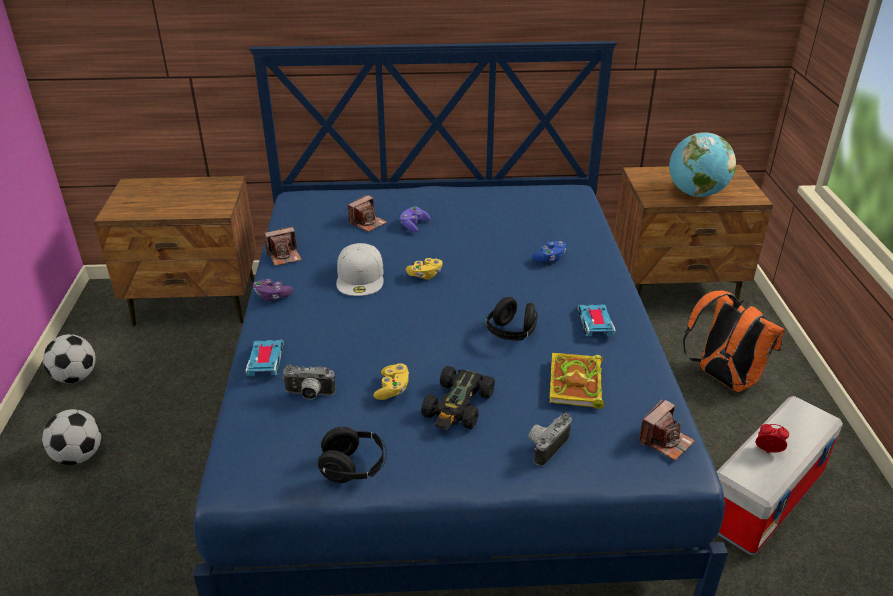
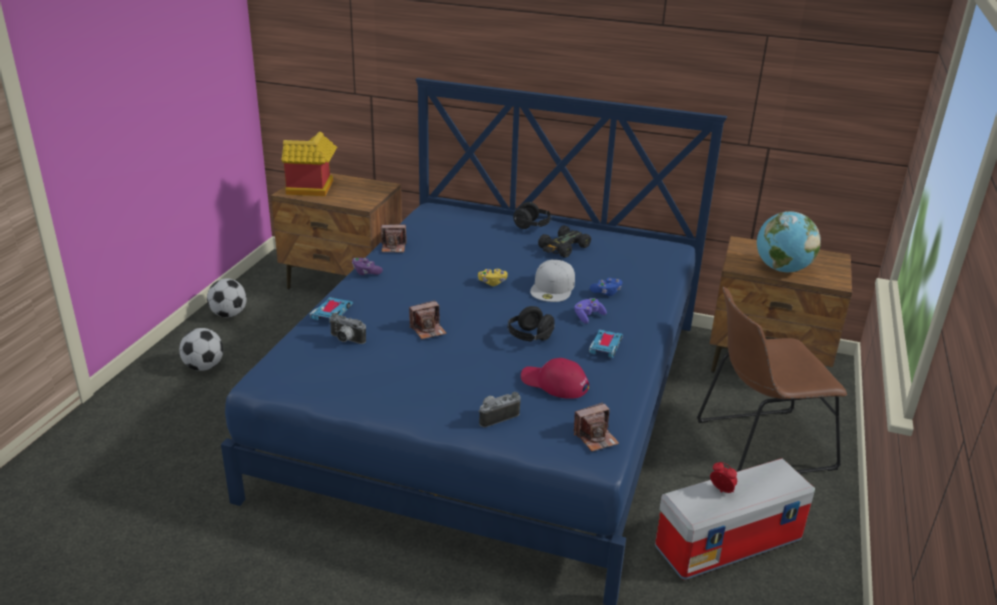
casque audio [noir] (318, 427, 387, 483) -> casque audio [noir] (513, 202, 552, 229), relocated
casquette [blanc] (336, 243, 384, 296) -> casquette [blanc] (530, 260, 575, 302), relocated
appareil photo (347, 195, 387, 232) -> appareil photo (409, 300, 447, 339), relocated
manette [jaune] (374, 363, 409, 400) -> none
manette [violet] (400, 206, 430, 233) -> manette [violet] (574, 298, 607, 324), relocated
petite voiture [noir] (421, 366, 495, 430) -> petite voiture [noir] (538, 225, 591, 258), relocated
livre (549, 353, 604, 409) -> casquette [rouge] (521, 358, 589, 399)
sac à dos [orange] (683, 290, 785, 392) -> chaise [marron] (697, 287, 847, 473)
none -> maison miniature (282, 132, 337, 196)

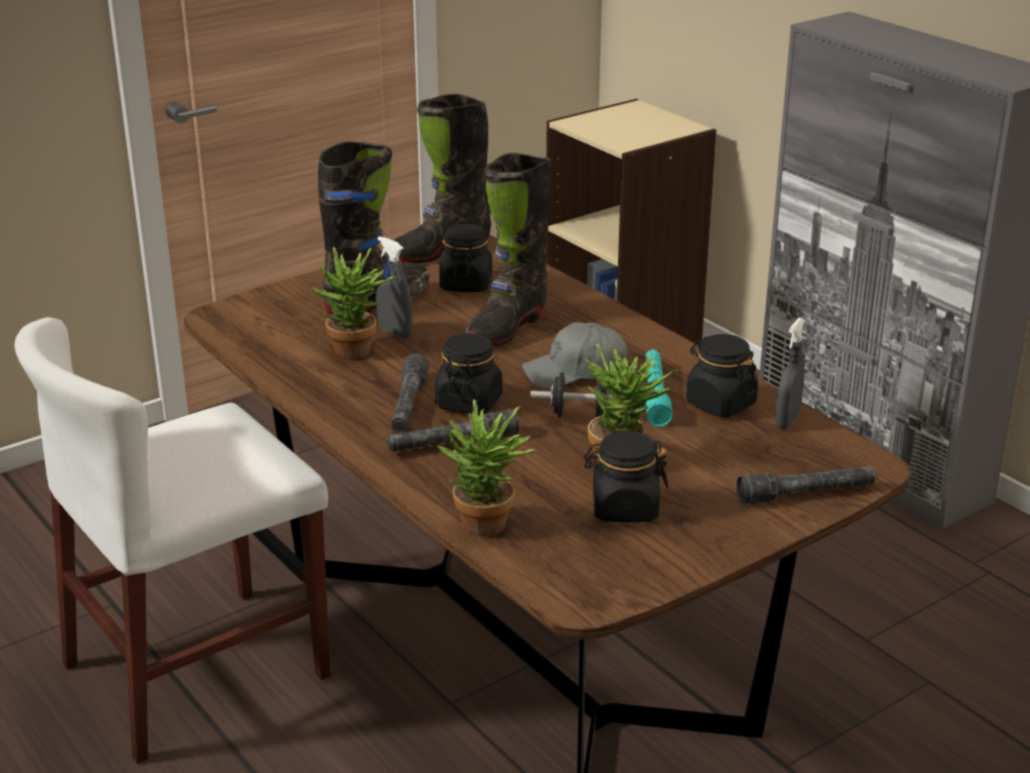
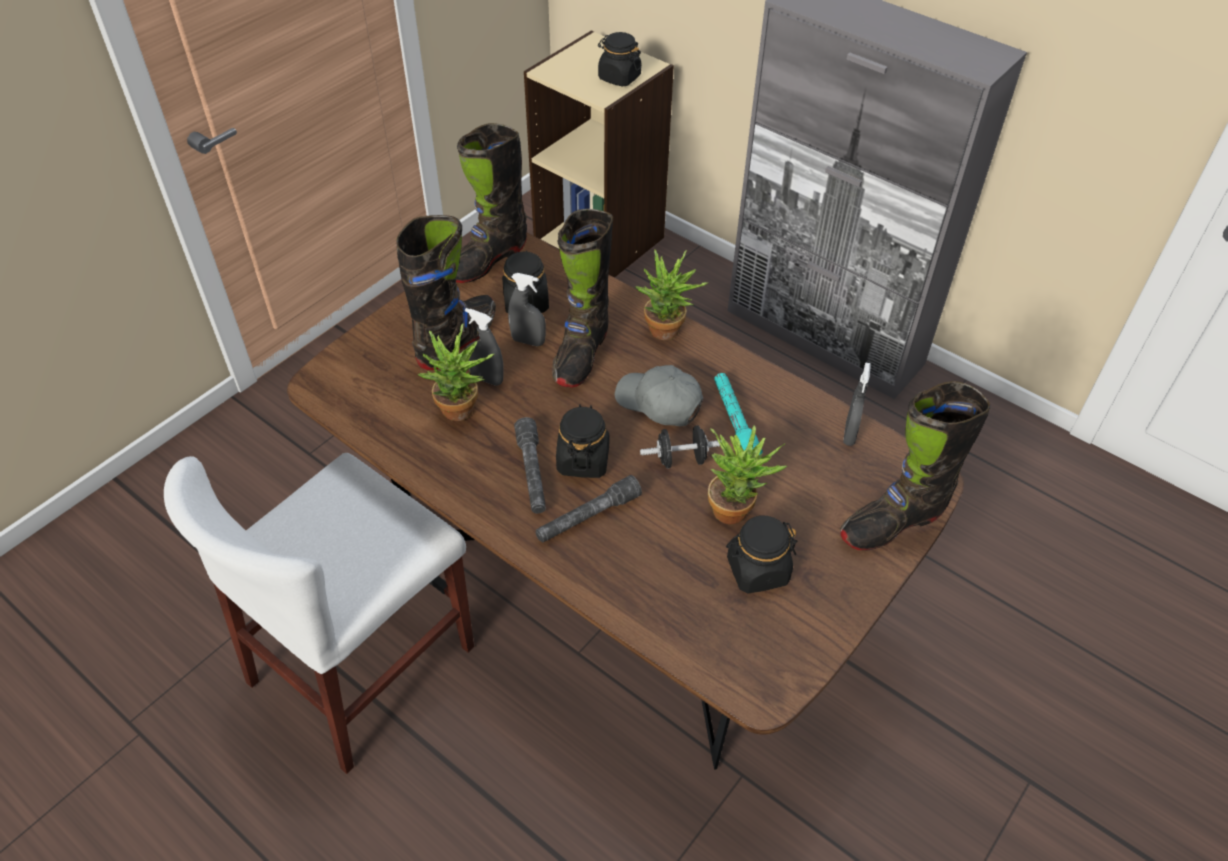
plante en pot (436, 399, 537, 537) -> plante en pot (635, 250, 708, 340), relocated
casquette [gris] (522, 322, 628, 389) -> casquette [gris] (615, 365, 703, 426), 60 degrees clockwise
bocal [noir] (686, 334, 758, 417) -> bocal [noir] (598, 32, 642, 87), relocated
lampe de poche [gris] (736, 466, 876, 504) -> botte [noir] (840, 381, 990, 551)
none -> vaporisateur [gris] (508, 273, 546, 346)

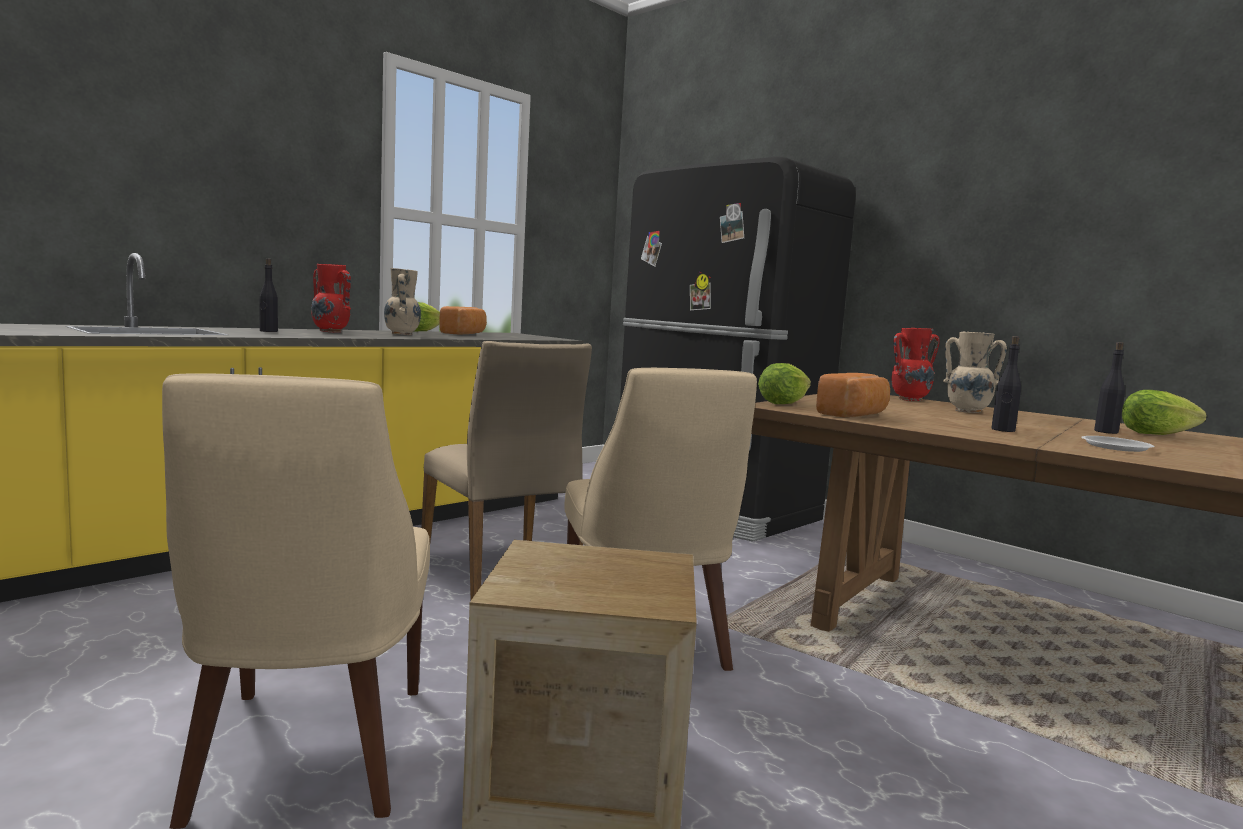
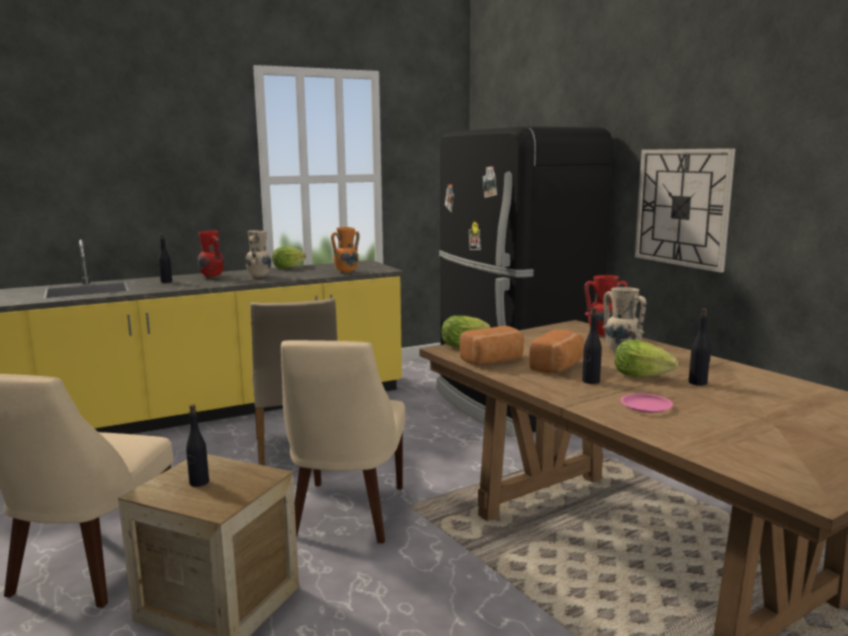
pain (439, 306, 487, 334) -> pain (529, 329, 585, 373), relocated
assiette [blanc] (1081, 436, 1155, 452) -> assiette [rose] (621, 393, 673, 413)
laitue (1122, 390, 1207, 435) -> laitue (615, 340, 678, 378), relocated
none -> bouteille [noir] (186, 405, 209, 487)
none -> vase [orange] (331, 227, 360, 274)
none -> horloge murale (635, 148, 736, 273)

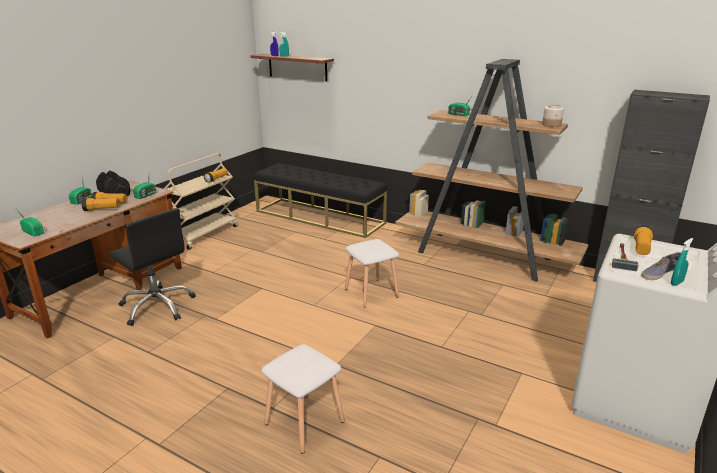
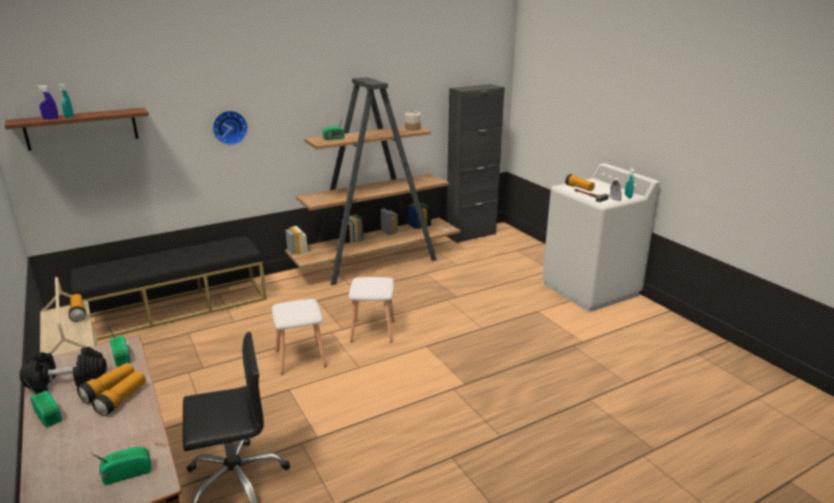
tabouret [blanc] (261, 344, 345, 454) -> tabouret [blanc] (272, 299, 327, 375), relocated
none -> horloge murale (213, 111, 248, 145)

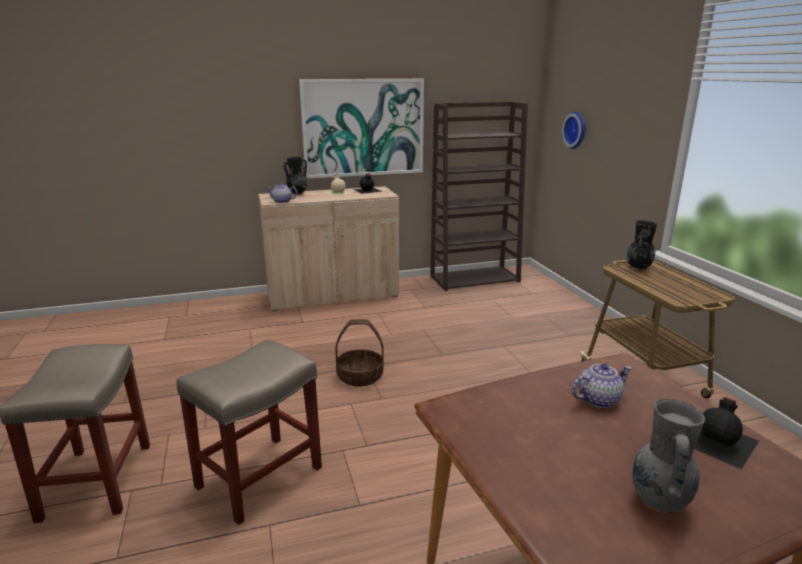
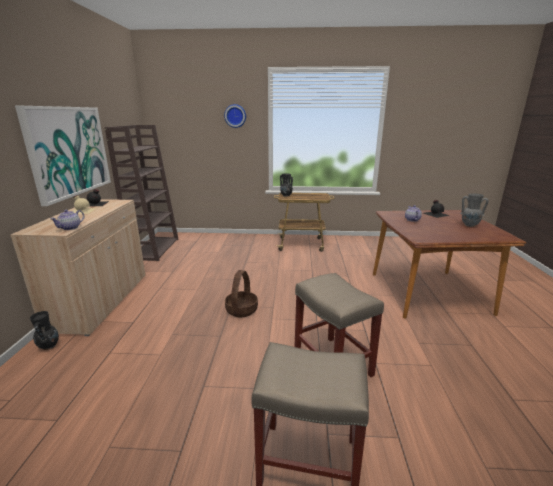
vase [noir] (283, 157, 308, 195) -> vase [noir] (30, 311, 59, 350), relocated
horloge murale (562, 112, 585, 149) -> horloge murale (224, 104, 246, 128), relocated

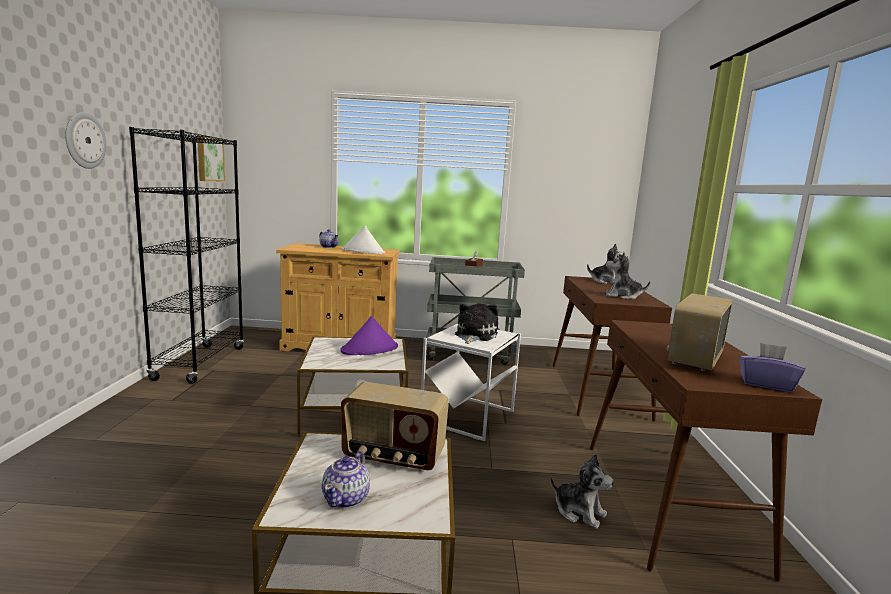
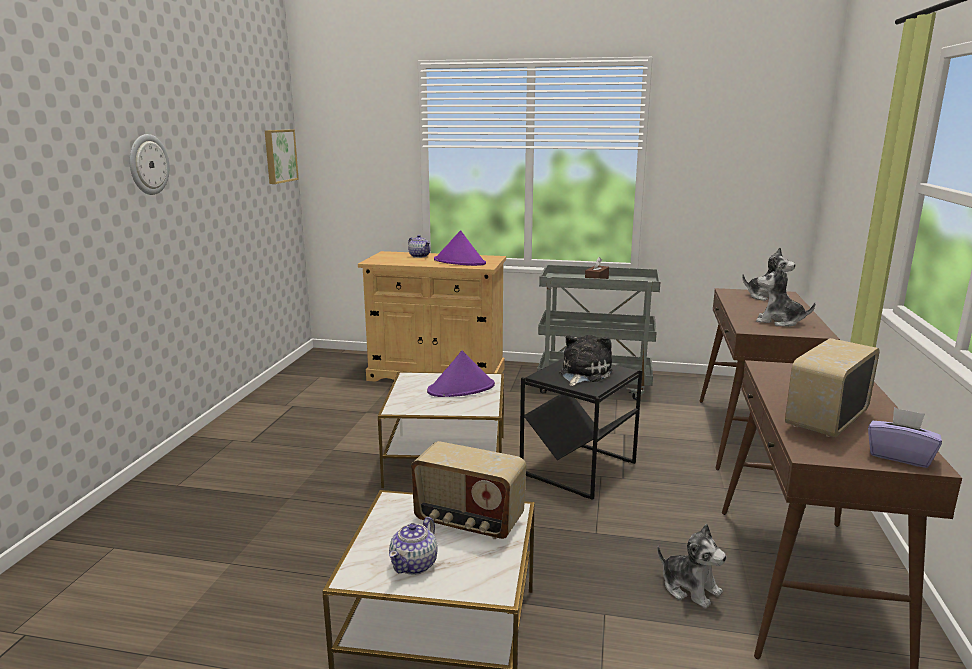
bibliothèque [noir] (129, 127, 244, 384) -> none
chapeau [blanc] (342, 226, 385, 254) -> chapeau [violet] (434, 230, 486, 266)
table d'appoint [blanc] (421, 324, 521, 441) -> table d'appoint [noir] (520, 358, 643, 500)

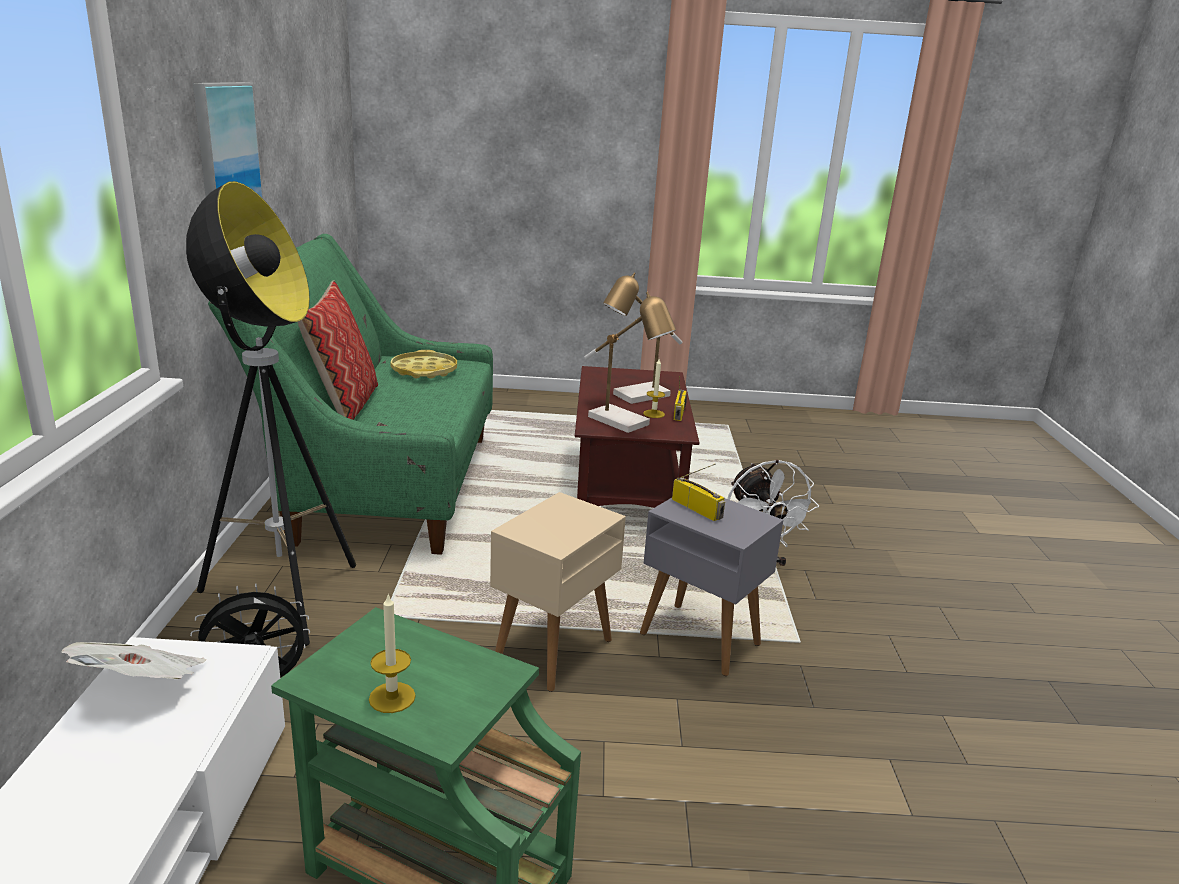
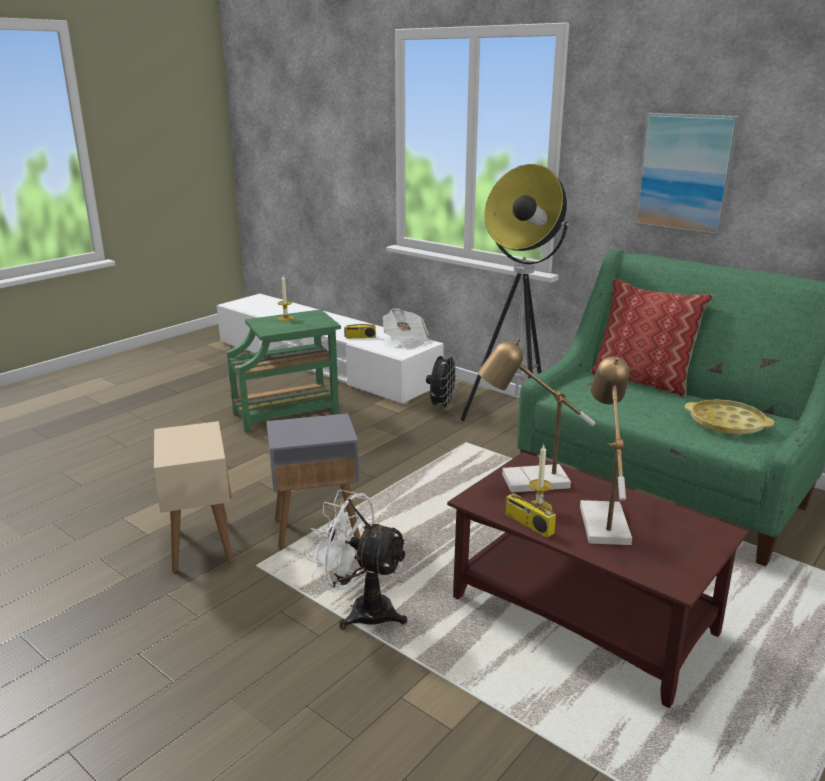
table d'appoint [beige] (490, 492, 626, 692) -> table d'appoint [beige] (154, 421, 234, 572), relocated
radio (672, 464, 725, 521) -> radio (344, 308, 376, 338), relocated

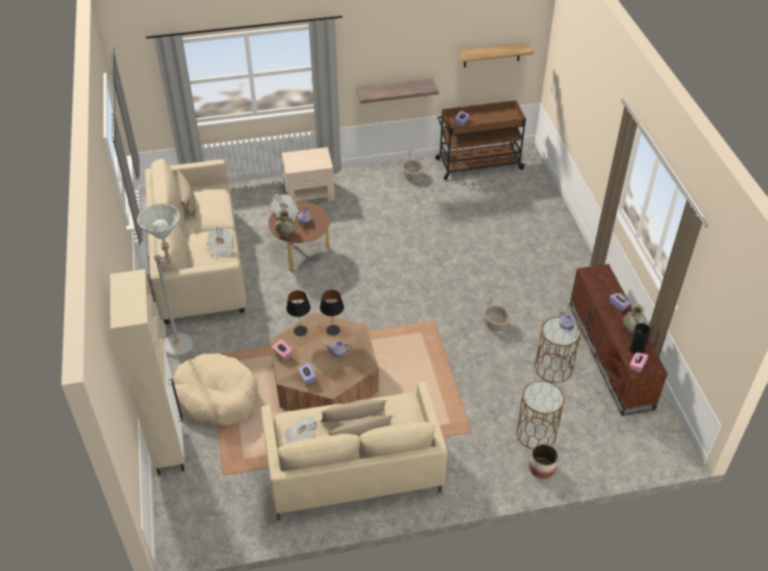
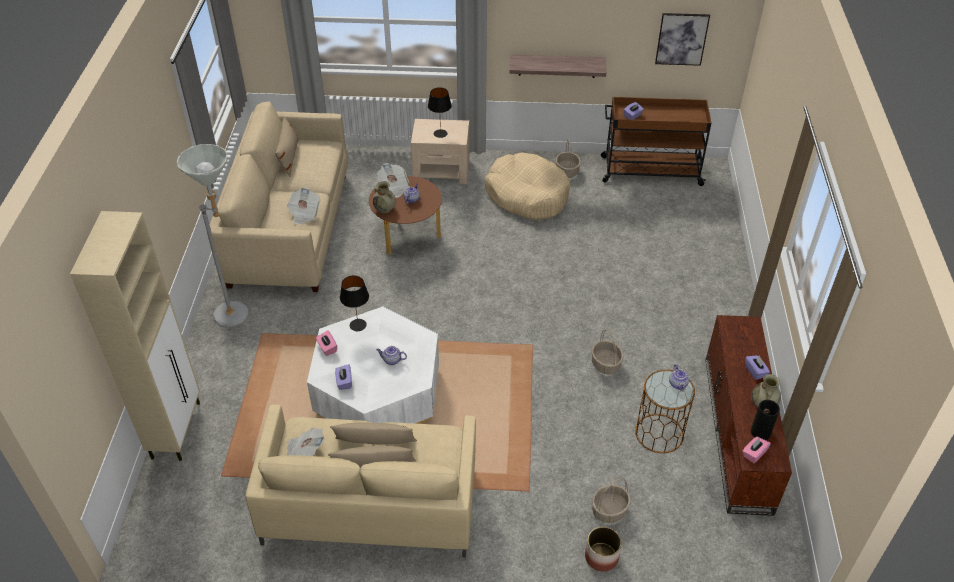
panier pour chien [beige] (173, 354, 258, 426) -> panier pour chien [beige] (485, 152, 570, 220), relocated
table basse [marron] (270, 312, 379, 412) -> table basse [blanc] (307, 306, 439, 424)
lampe de table [noir] (320, 290, 344, 336) -> lampe de table [noir] (428, 87, 452, 138), relocated
étagère (458, 43, 533, 67) -> tableau (655, 13, 710, 66)
table d'appoint [marron] (516, 381, 565, 449) -> panier (592, 478, 631, 523)

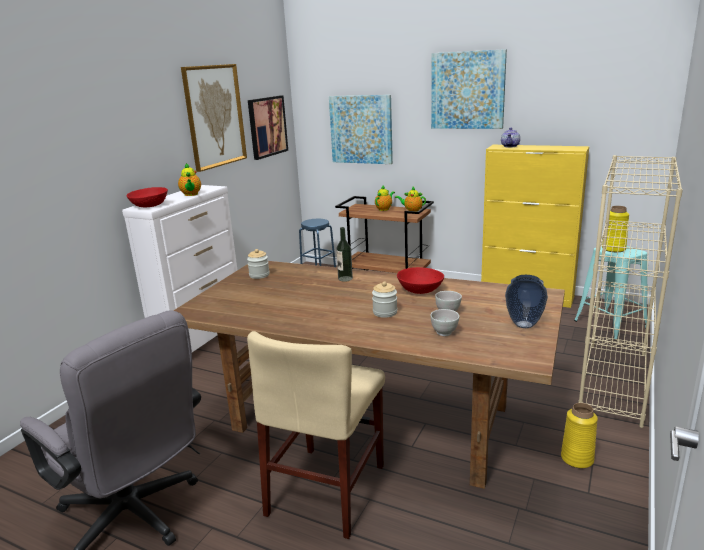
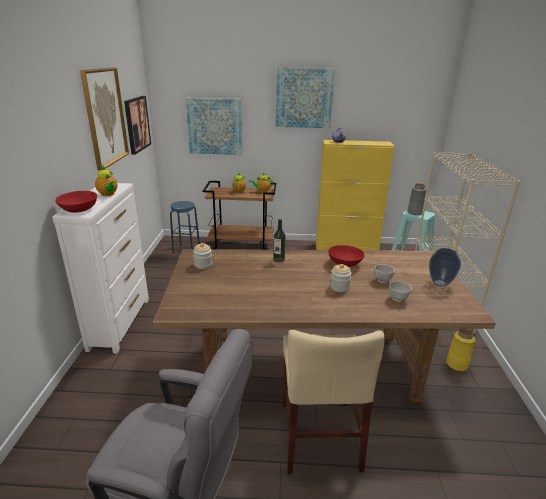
vase [jaune] (602, 206, 629, 252) -> vase [gris] (407, 184, 426, 215)

